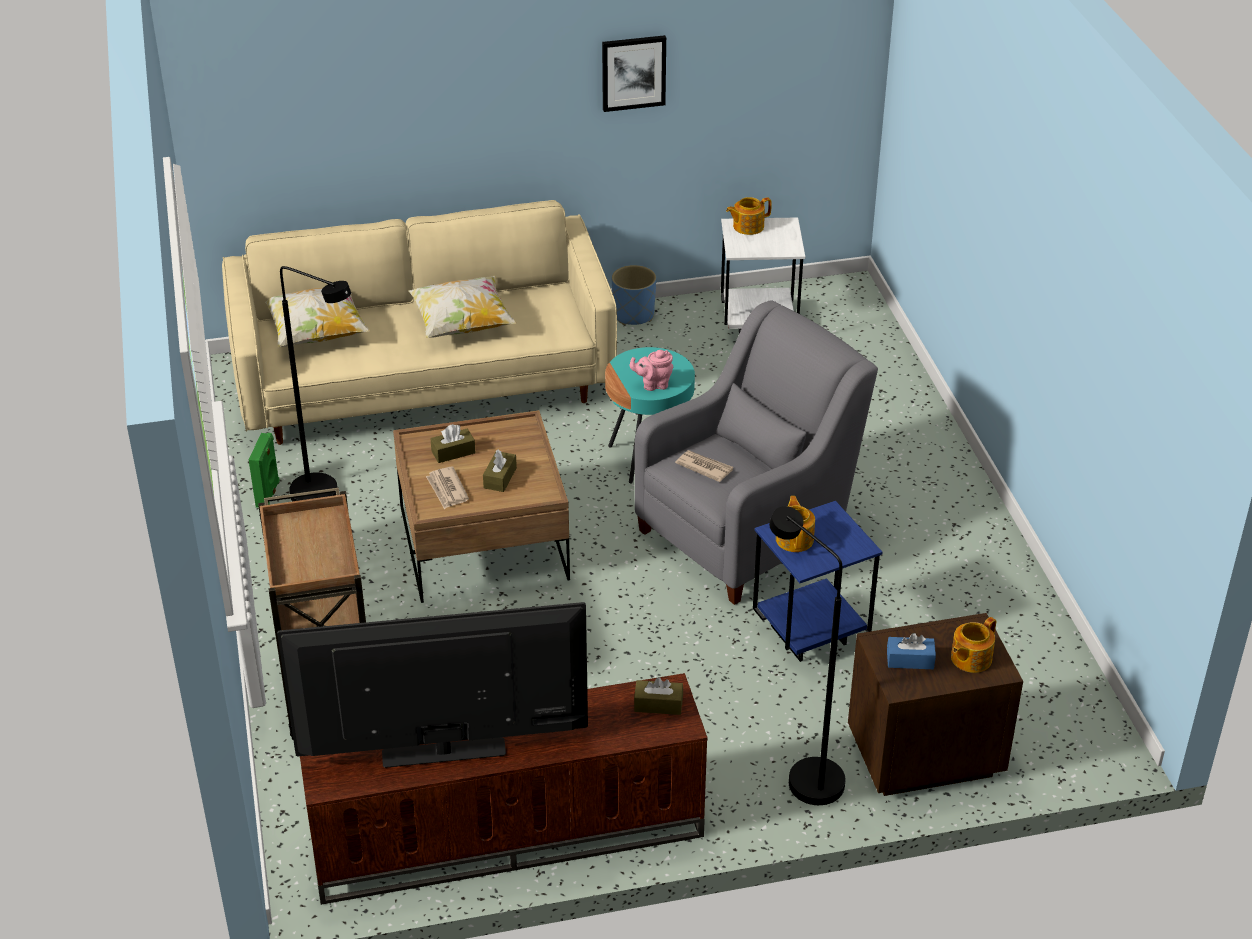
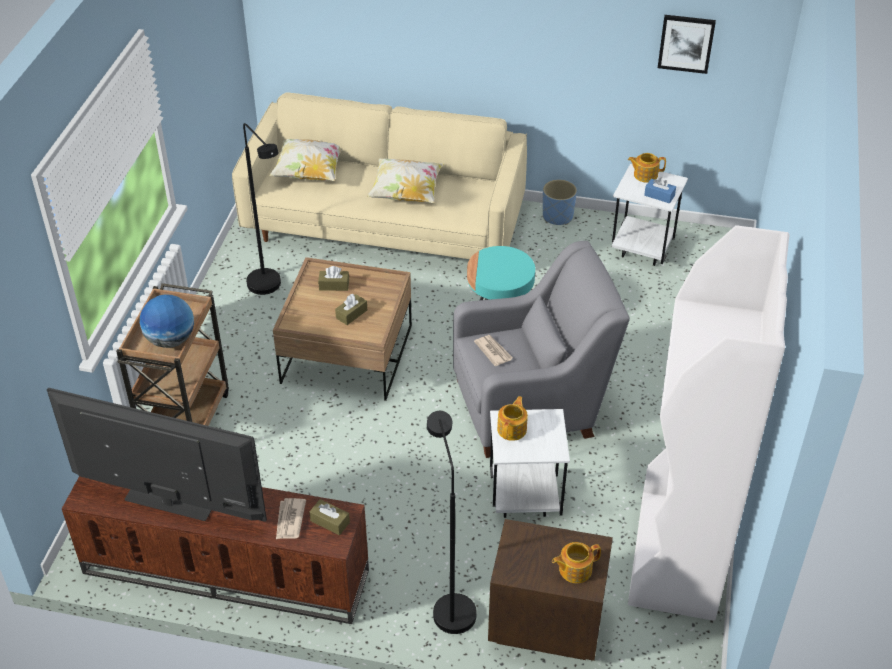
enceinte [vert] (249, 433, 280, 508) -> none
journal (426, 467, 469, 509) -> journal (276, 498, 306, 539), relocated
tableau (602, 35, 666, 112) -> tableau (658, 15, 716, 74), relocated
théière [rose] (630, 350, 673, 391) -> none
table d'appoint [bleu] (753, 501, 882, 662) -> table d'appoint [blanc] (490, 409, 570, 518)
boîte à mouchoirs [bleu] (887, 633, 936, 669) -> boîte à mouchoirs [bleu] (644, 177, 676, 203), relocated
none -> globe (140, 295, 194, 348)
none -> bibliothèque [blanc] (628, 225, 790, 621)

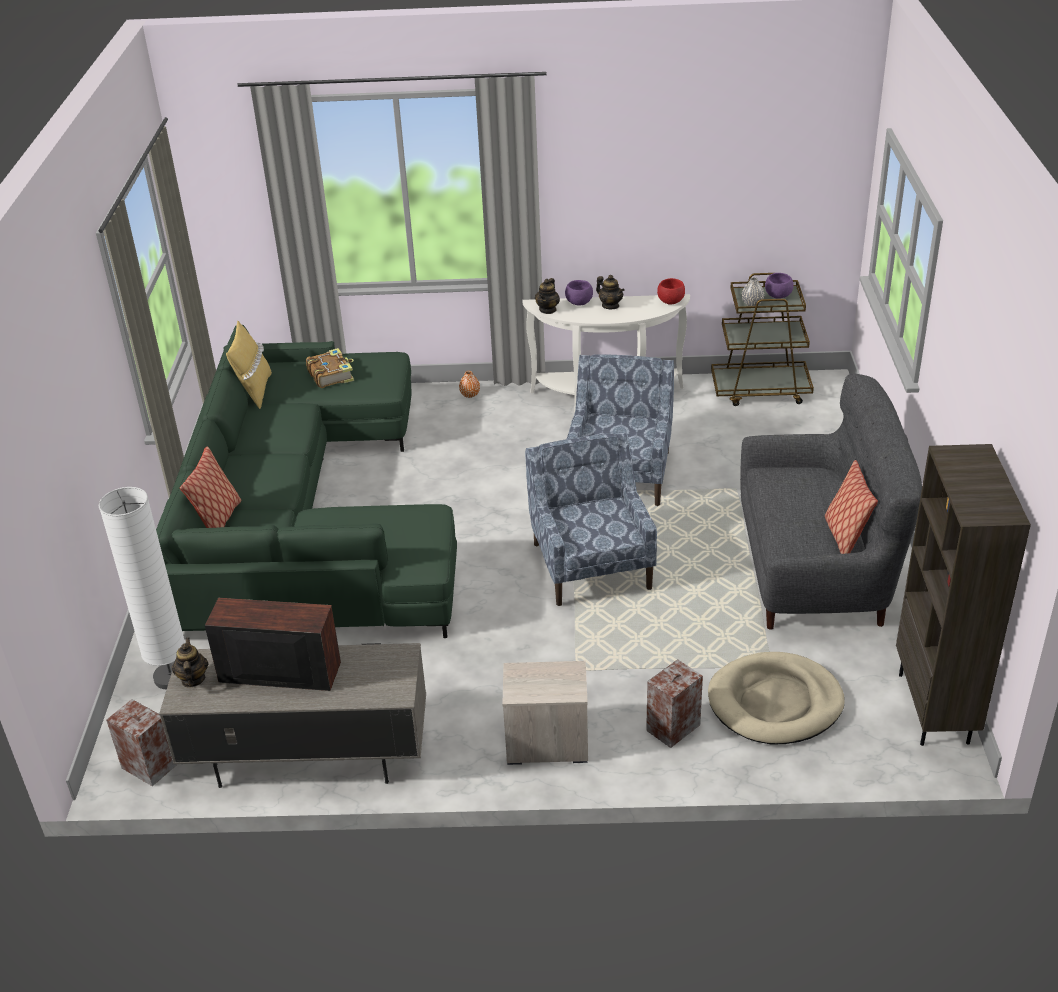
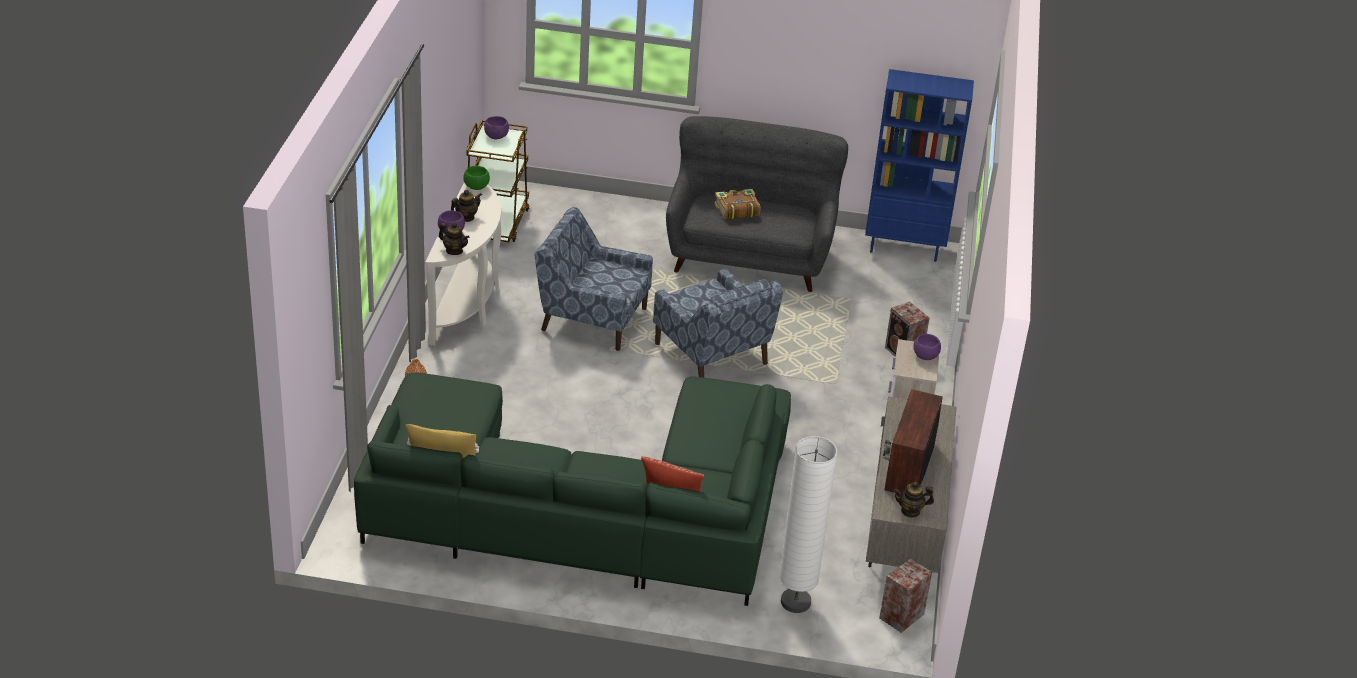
livre (306, 348, 354, 388) -> livre (714, 189, 761, 220), relocated
fauteuil [bleu] (525, 432, 657, 606) -> fauteuil [bleu] (653, 269, 783, 377), 120 degrees counterclockwise
bol [rouge] (657, 278, 685, 304) -> bol [vert] (463, 166, 490, 190)
panier pour chien [beige] (708, 652, 845, 745) -> none
vase [gris] (742, 277, 764, 306) -> none
coussin (825, 460, 878, 554) -> none
bibliothèque [marron] (896, 444, 1031, 746) -> bibliothèque [bleu] (865, 69, 974, 262)
none -> bol [violet] (913, 334, 941, 360)

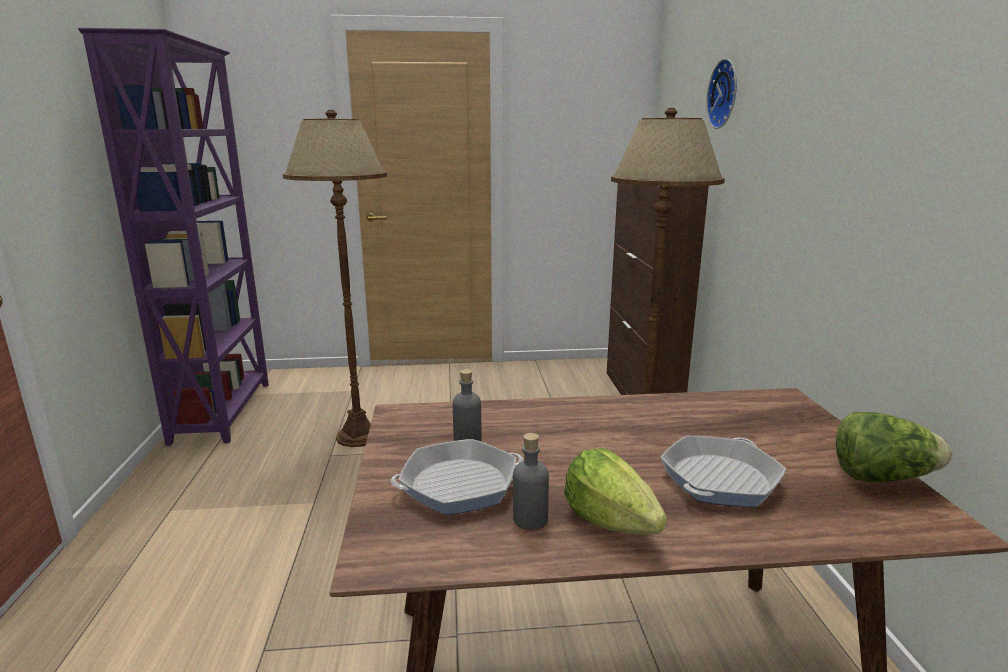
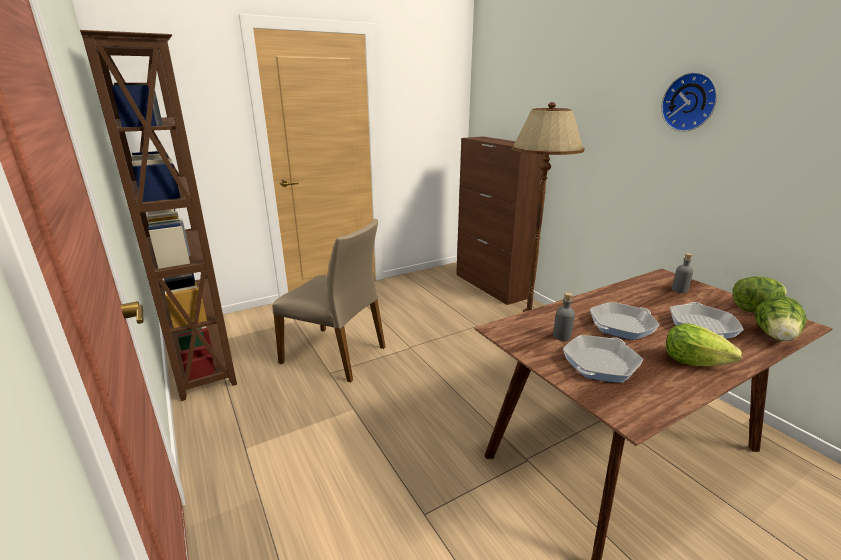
bibliothèque [violet] (78, 28, 269, 446) -> bibliothèque [marron] (80, 30, 237, 401)
lampadaire [marron] (283, 110, 387, 447) -> chaise [beige] (272, 219, 385, 382)
bouteille [gris] (513, 433, 549, 530) -> bouteille [gris] (672, 253, 693, 293), relocated
horloge murale (706, 58, 737, 129) -> horloge murale (661, 72, 717, 132), relocated
none -> poêle (590, 302, 660, 340)
none -> laitue (755, 296, 807, 341)

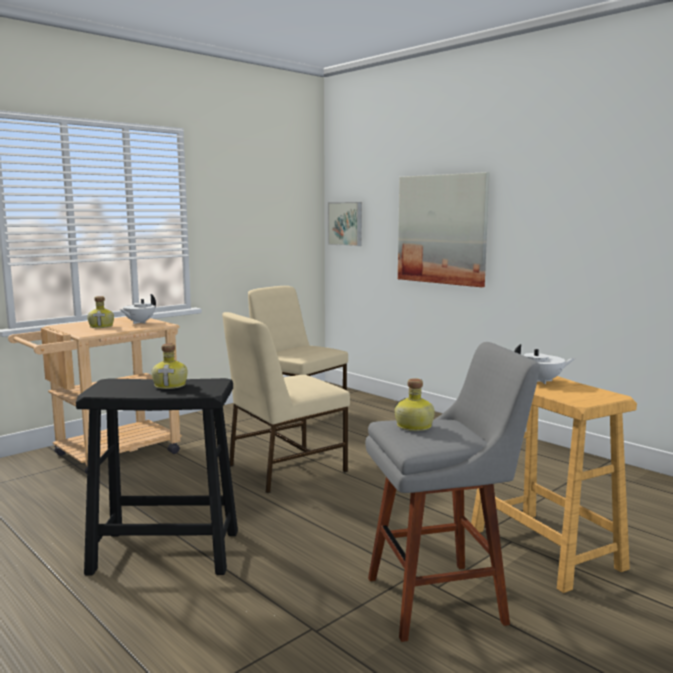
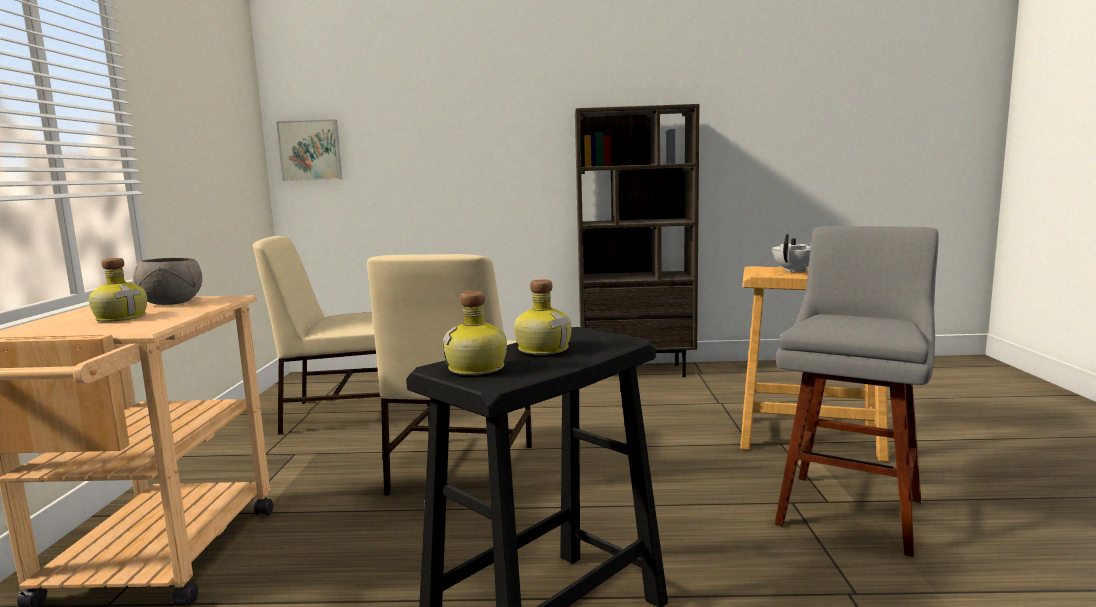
théière [blanc] (120, 294, 156, 324) -> bol [gris] (133, 258, 202, 305)
bouteille (395, 378, 435, 431) -> bouteille (443, 291, 507, 375), relocated
tableau (398, 172, 490, 287) -> none
none -> bibliothèque [marron] (575, 104, 700, 377)

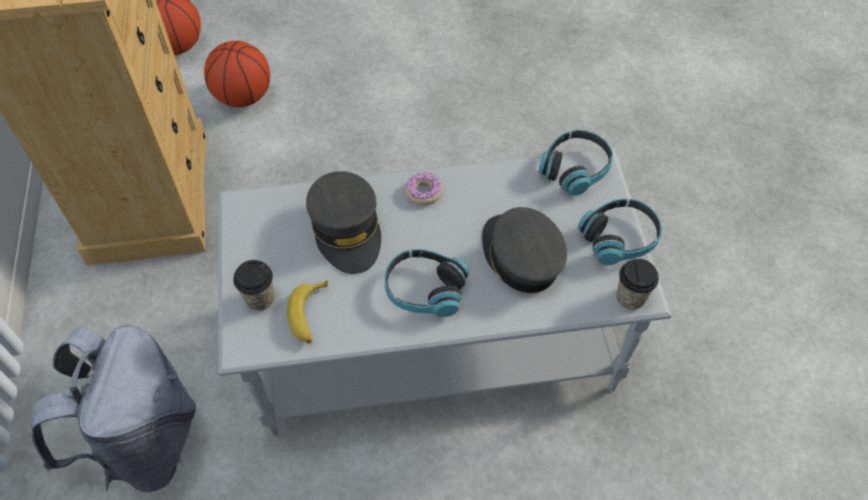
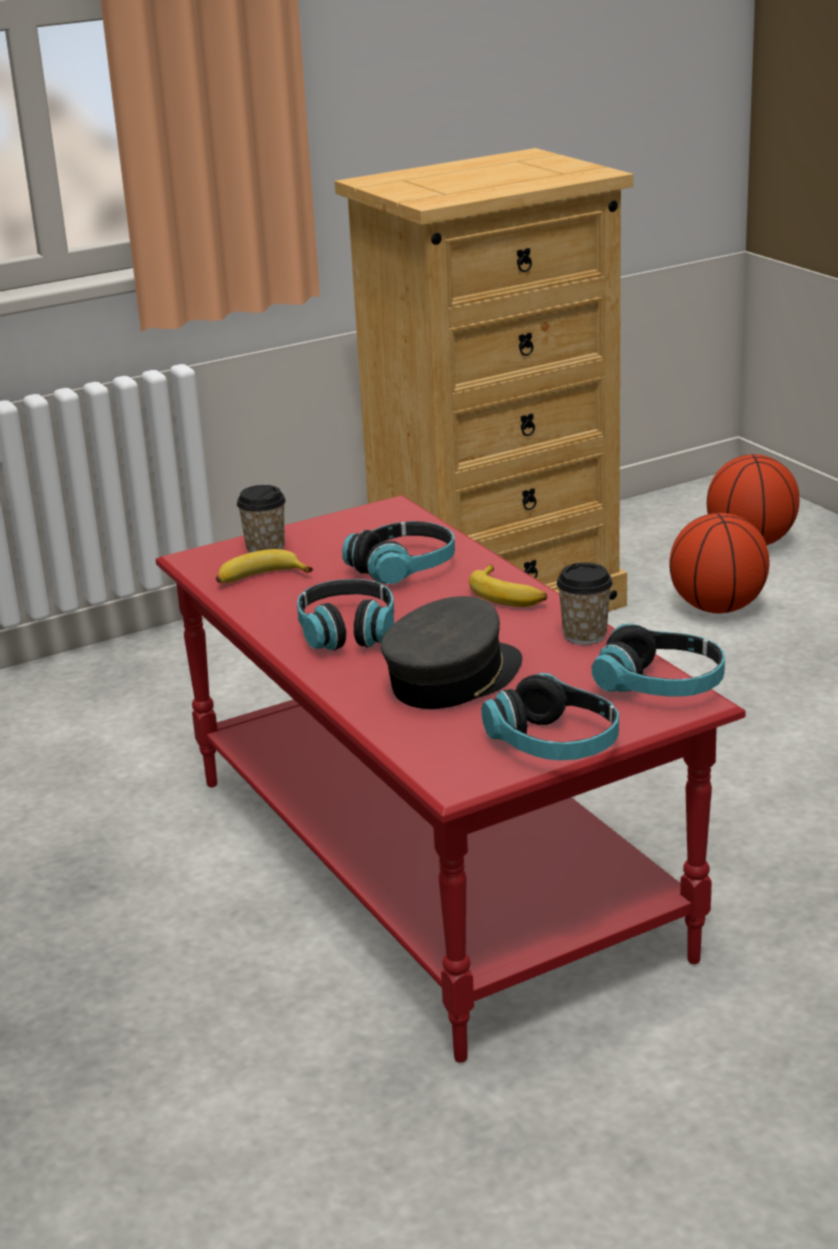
sac à dos [gris] (30, 325, 196, 492) -> none
table basse [gris] (218, 148, 672, 437) -> table basse [rouge] (156, 496, 746, 1063)
casquette [gris] (306, 171, 381, 274) -> casque audio (342, 521, 455, 584)
beignet (405, 172, 442, 205) -> banane (469, 565, 547, 607)
tasse (617, 259, 659, 310) -> tasse (557, 563, 613, 645), relocated

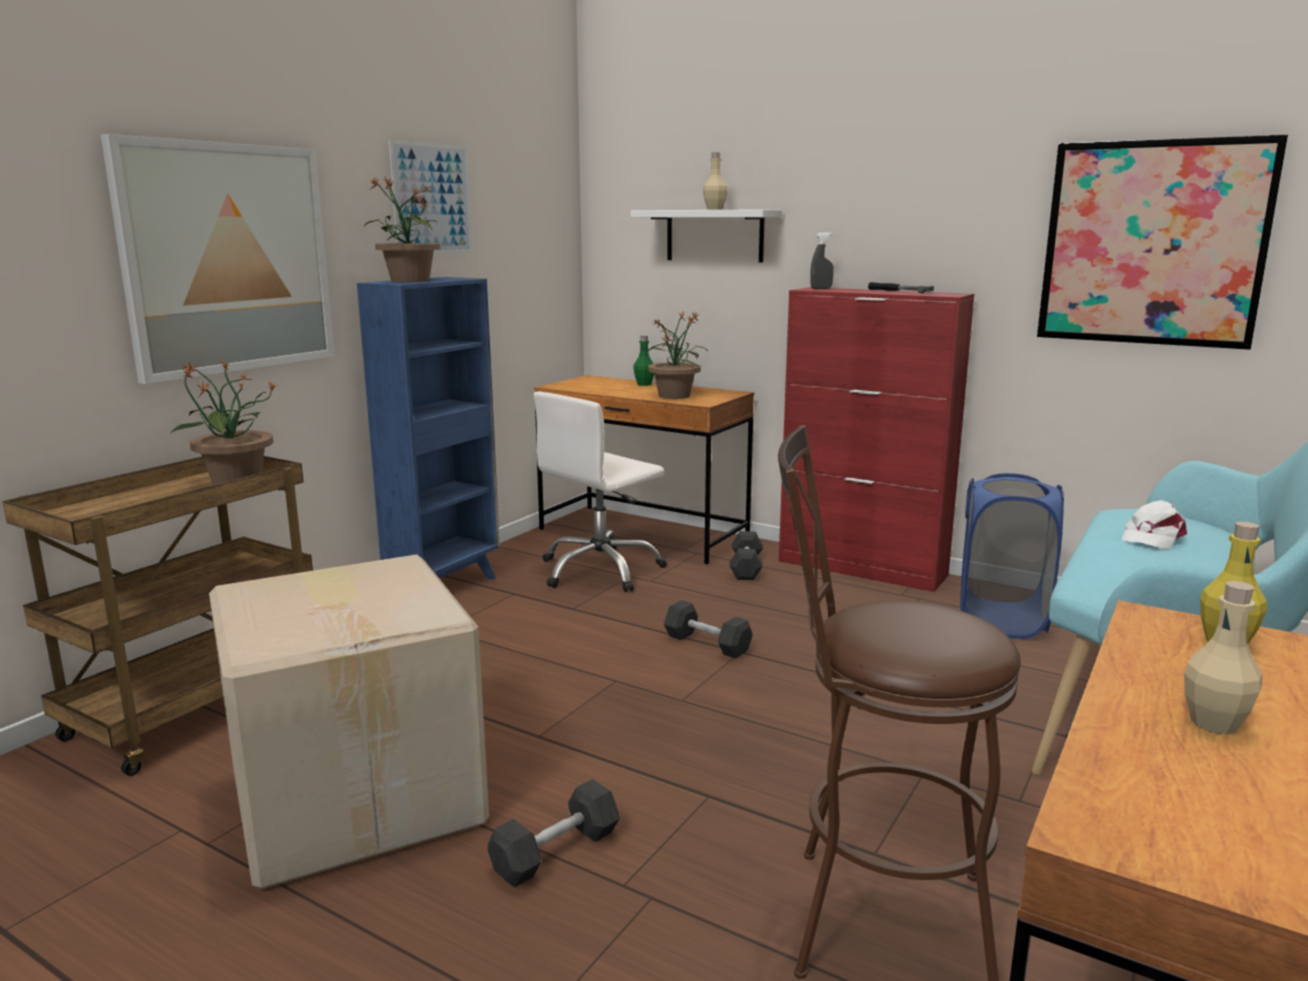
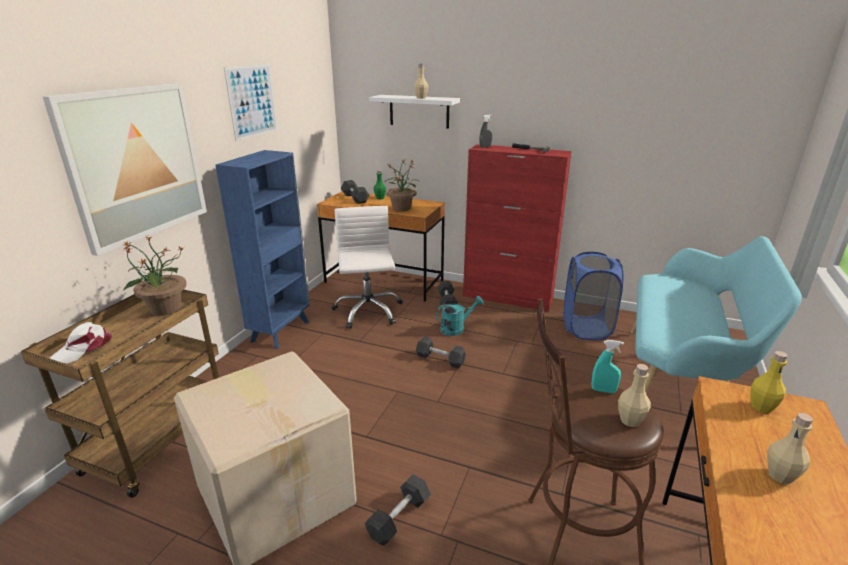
plante en pot (364, 177, 440, 282) -> none
chaise de bureau [blanc] (534, 392, 667, 592) -> chaise de bureau [blanc] (331, 206, 403, 329), 135 degrees clockwise
tableau (1037, 134, 1288, 350) -> none
casquette [blanc] (1122, 500, 1187, 549) -> casquette [blanc] (50, 322, 112, 364), relocated
none -> haltère [gris] (341, 180, 369, 204)
none -> arrosoir [turquoise] (436, 296, 483, 336)
none -> vaporisateur [turquoise] (592, 340, 624, 393)
none -> bouteille [beige] (618, 364, 651, 427)

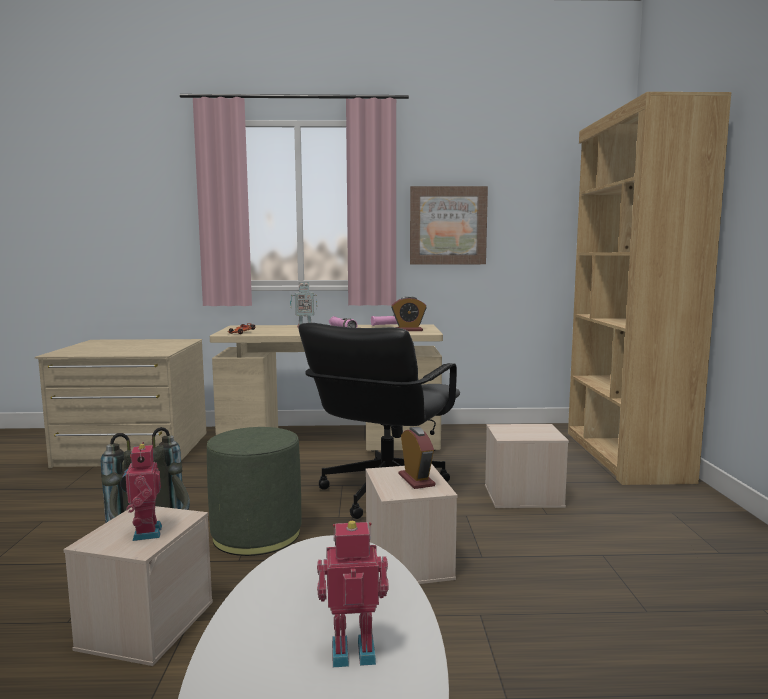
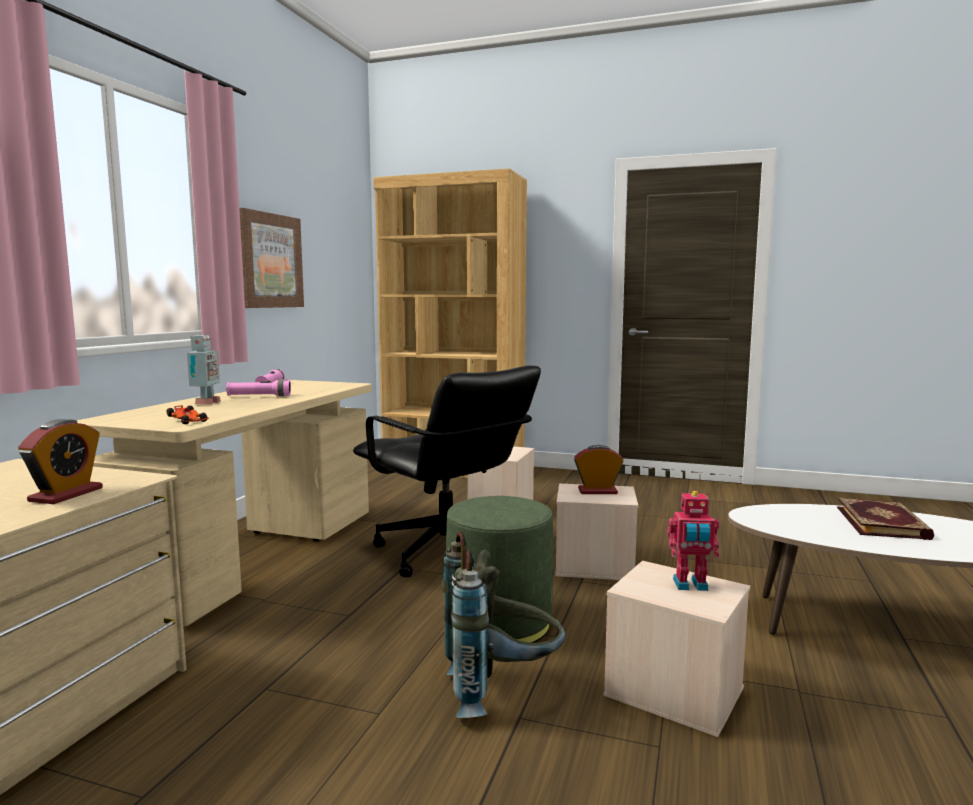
robot jouet (317, 521, 389, 667) -> livre (837, 498, 934, 540)
réveil (391, 296, 427, 331) -> réveil (18, 419, 103, 504), relocated

